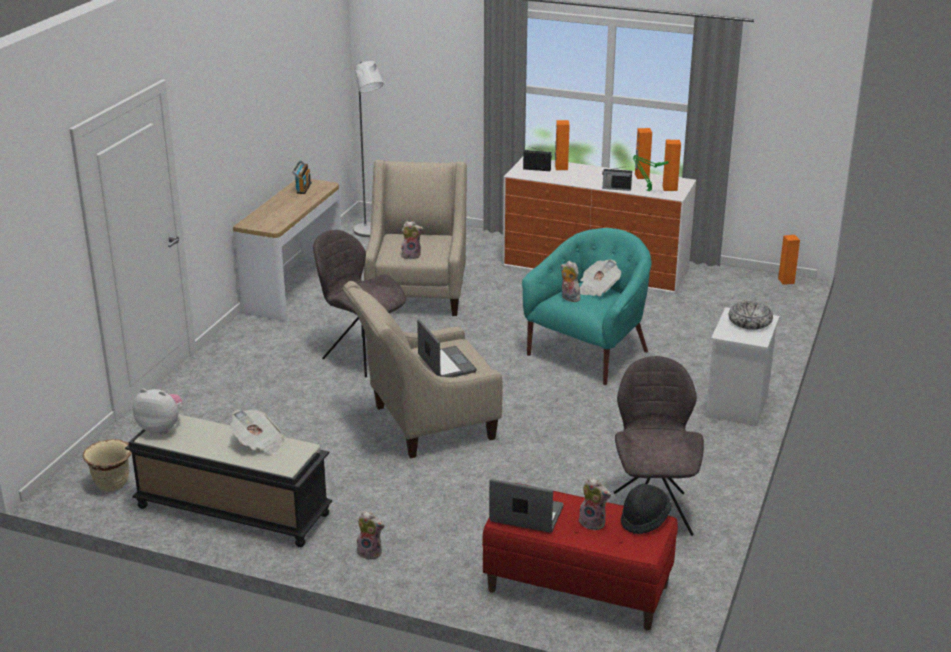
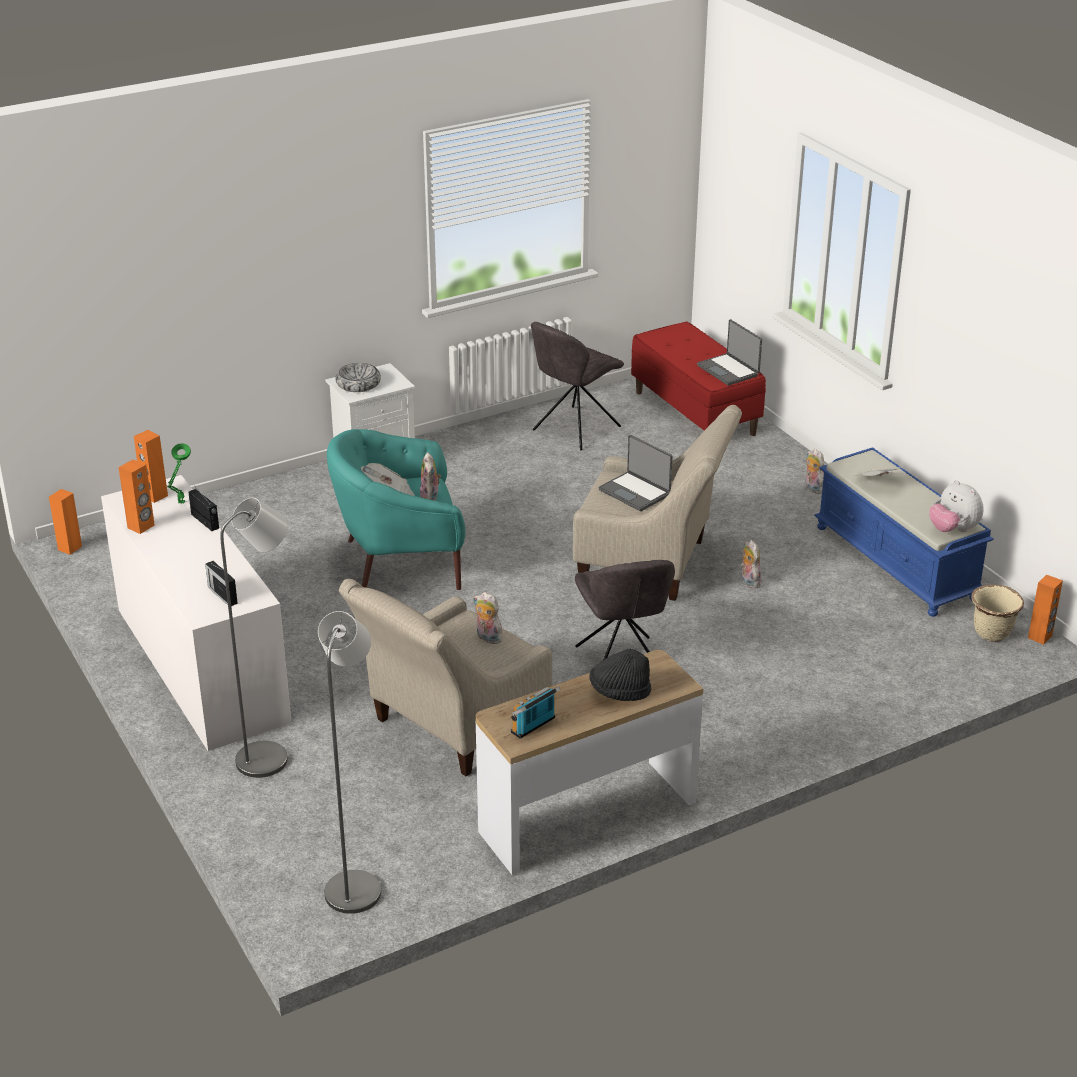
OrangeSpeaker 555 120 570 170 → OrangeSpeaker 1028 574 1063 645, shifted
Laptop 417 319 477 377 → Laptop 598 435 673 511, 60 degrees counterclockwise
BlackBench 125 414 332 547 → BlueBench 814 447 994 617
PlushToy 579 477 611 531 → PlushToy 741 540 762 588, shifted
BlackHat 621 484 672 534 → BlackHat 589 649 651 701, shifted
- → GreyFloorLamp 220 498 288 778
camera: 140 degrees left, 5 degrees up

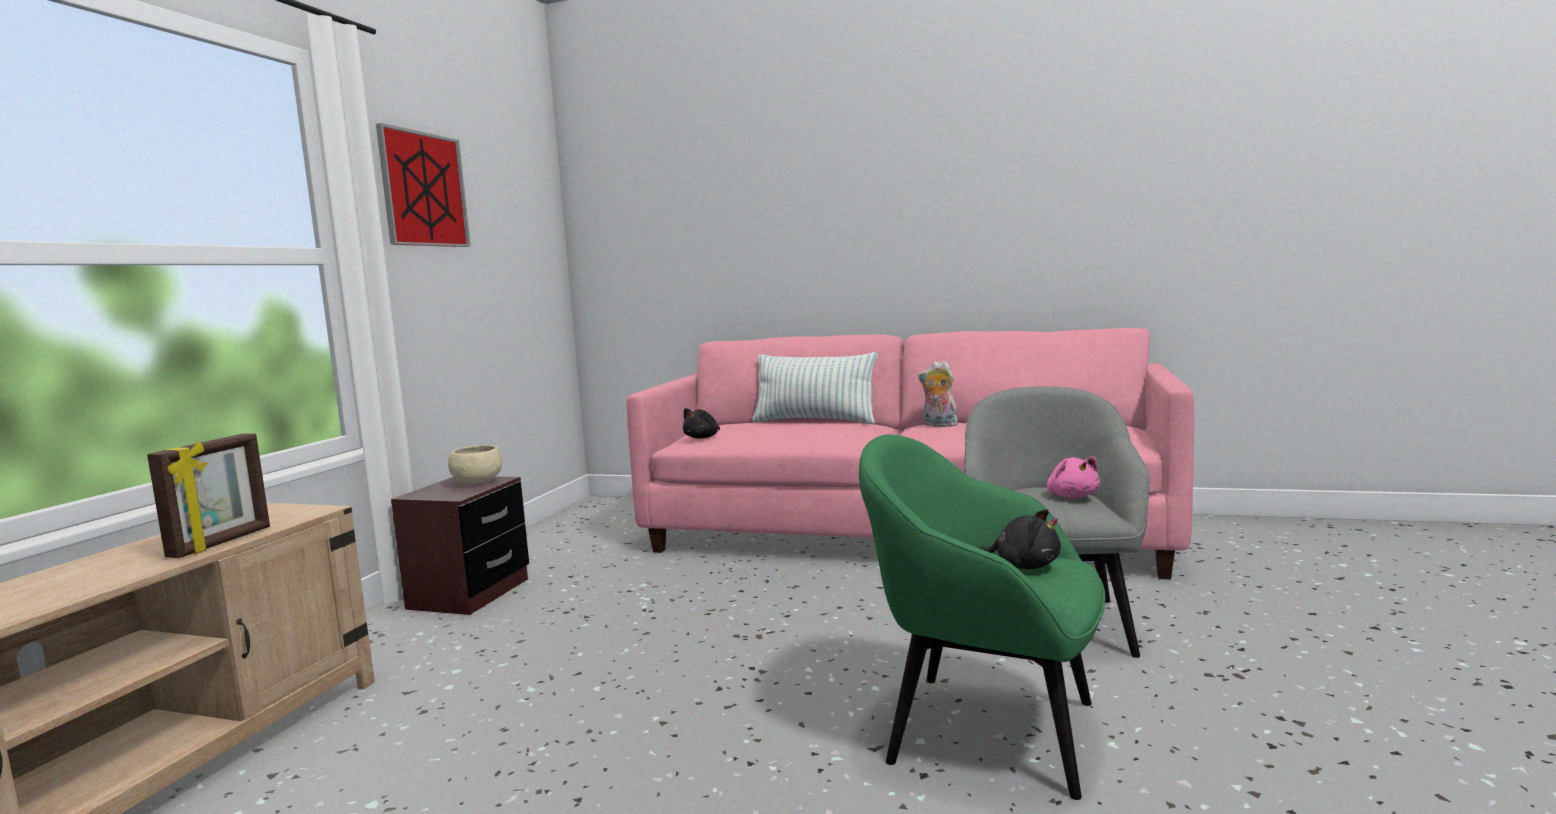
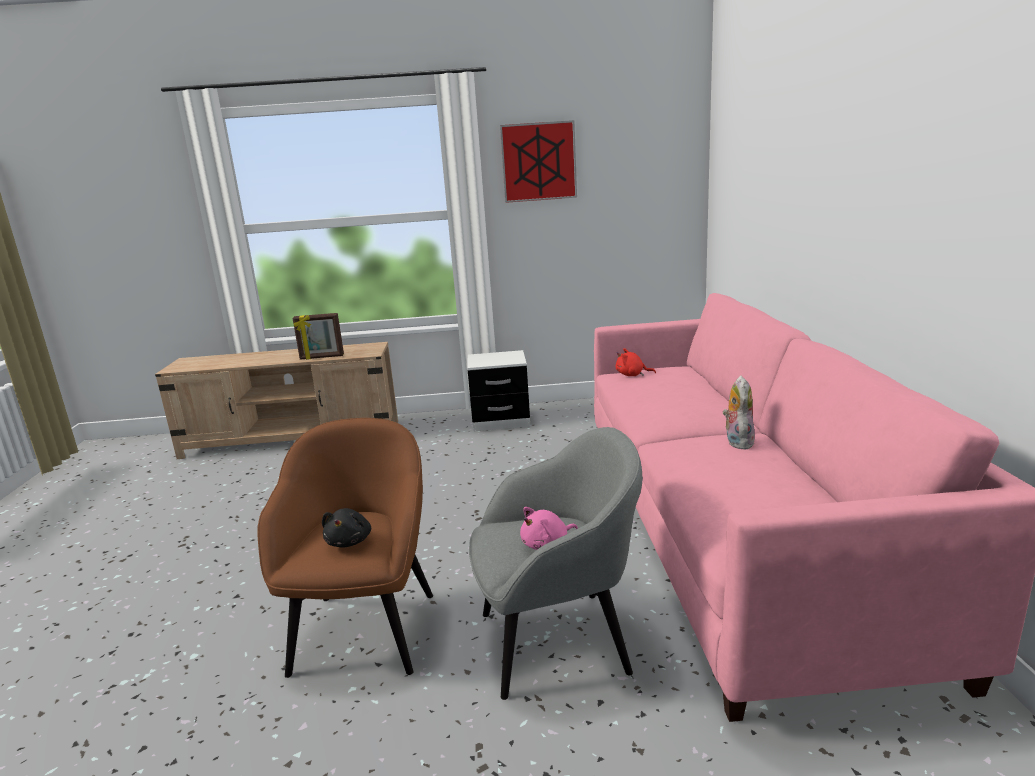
Pillow 752 352 878 424 → -
BlackPlushToy 683 408 720 439 → RedPlushToy 616 348 656 376
GreenArmchair 859 434 1105 800 → BrownArmchair 257 418 433 678
BeigeBowl 448 445 502 485 → -
BrownNightstand 391 476 529 615 → WhiteNightstand 467 350 530 432
camera: 70 degrees right, 10 degrees up

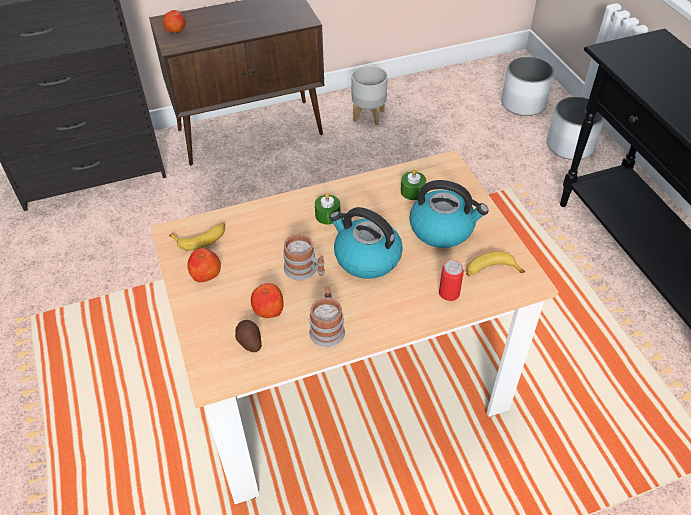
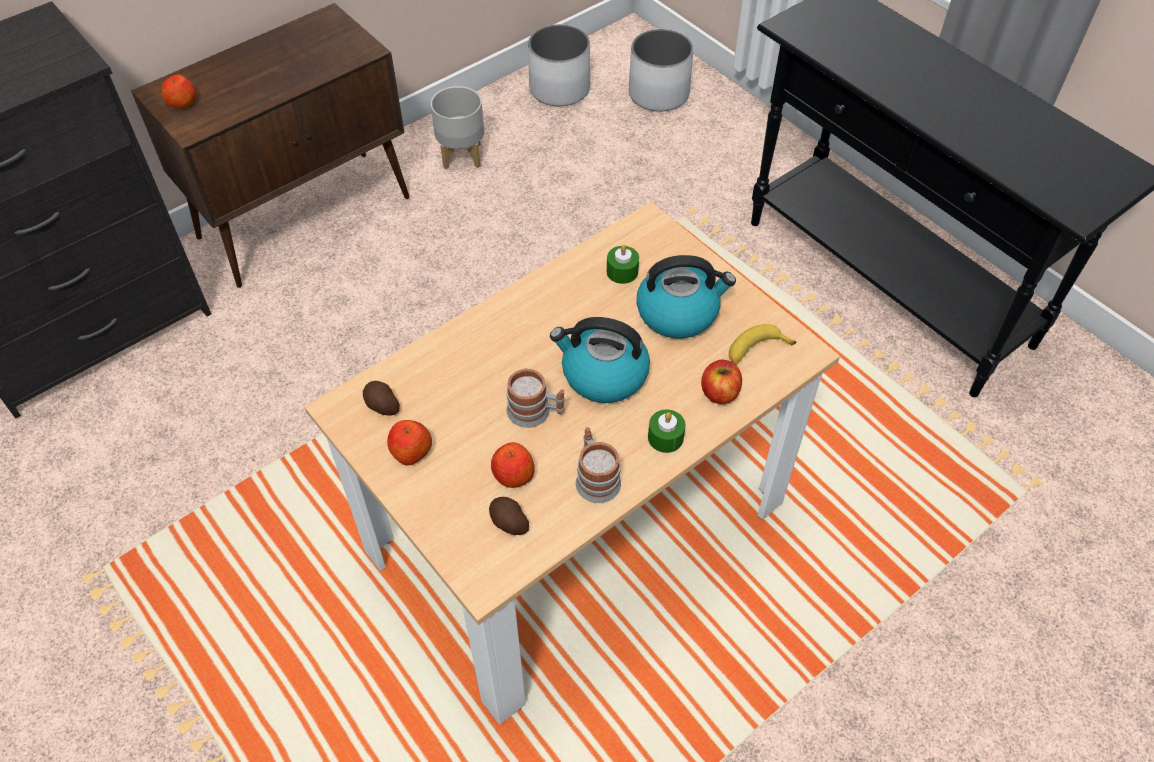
WhitePlanter 547 96 605 160 → WhitePlanter 528 24 590 106, shifted
GreenCandle 315 193 340 225 → GreenCandle 648 409 686 453, shifted
Banana 169 223 225 251 → Potato 363 381 400 415
Can 439 260 464 301 → Apple 701 359 742 404
camera: 20 degrees left, 5 degrees up

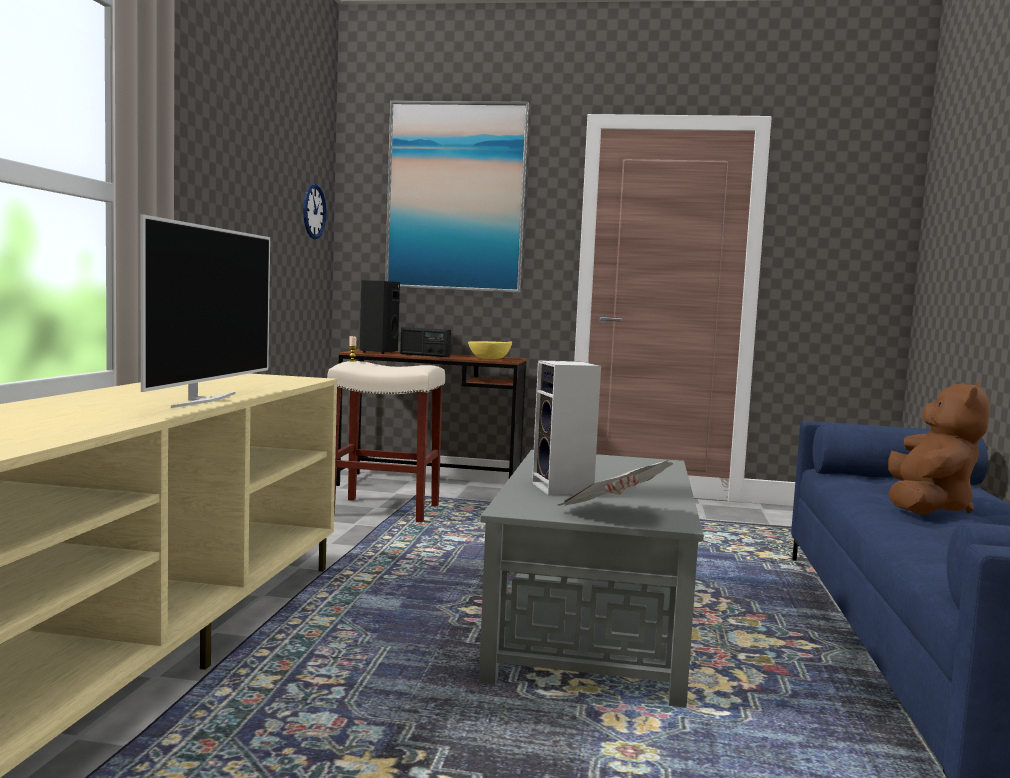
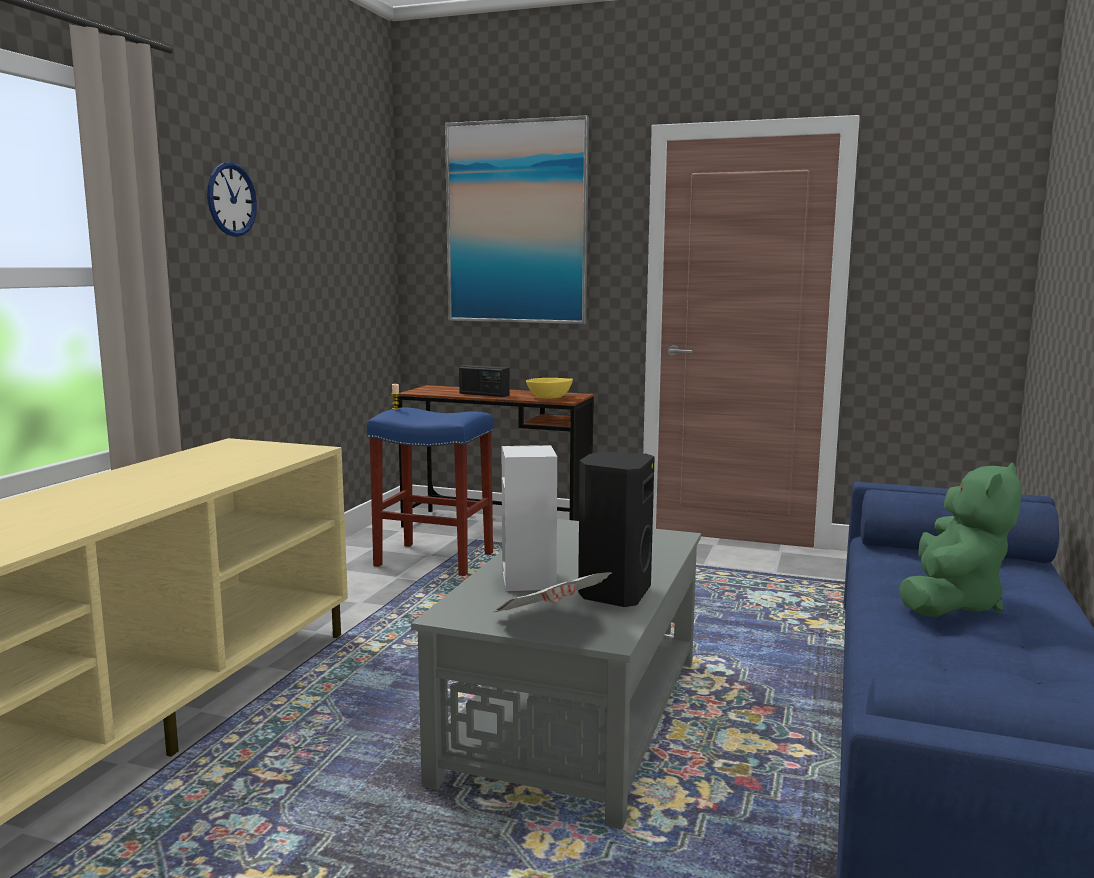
WallClock 303 184 326 239 → WallClock 207 162 257 237, shifted
Television 140 214 270 408 → -
BlackSpeaker 360 280 400 354 → BlackSpeaker 578 452 655 607, shifted
BeigeStool 327 361 445 522 → BlueStool 367 408 494 576
BrownPlushToy 888 382 990 515 → GreenPlushToy 899 463 1022 617
camera: 10 degrees right, 5 degrees up

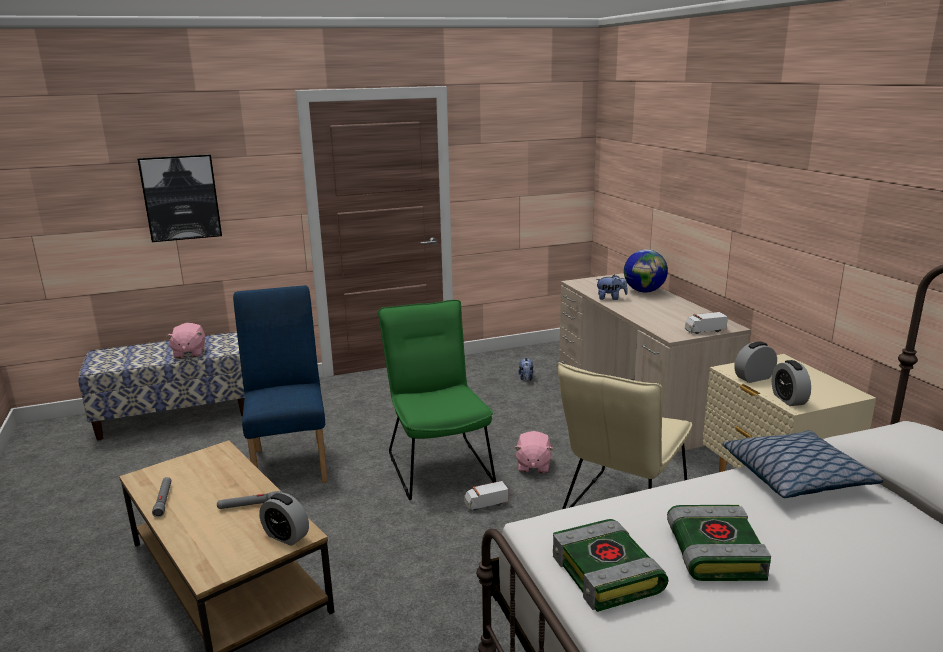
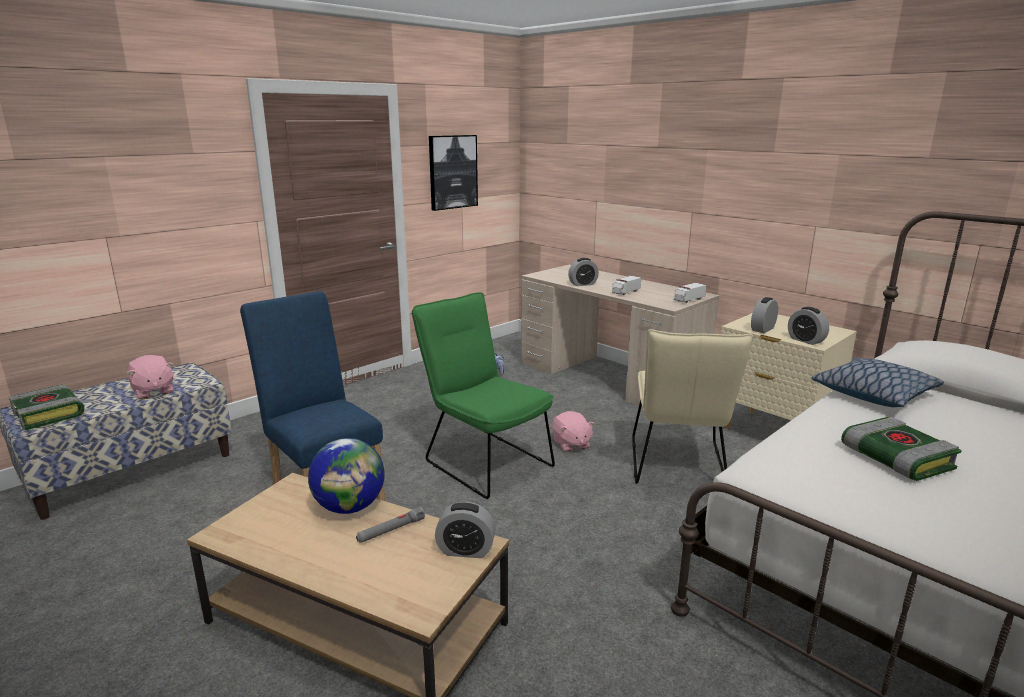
Picture 138 154 222 242 → Picture 429 135 478 211, shifted
Globe 624 249 668 292 → Globe 308 438 385 514, shifted
PlushToy 596 275 628 300 → AlarmClock 568 258 599 286
GreyFlashlight 152 477 172 517 → -
ToyTruck 464 481 508 511 → ToyTruck 612 276 641 295, shifted
Book 553 519 668 612 → Book 9 385 85 430, shifted
camera: 25 degrees left, 0 degrees up

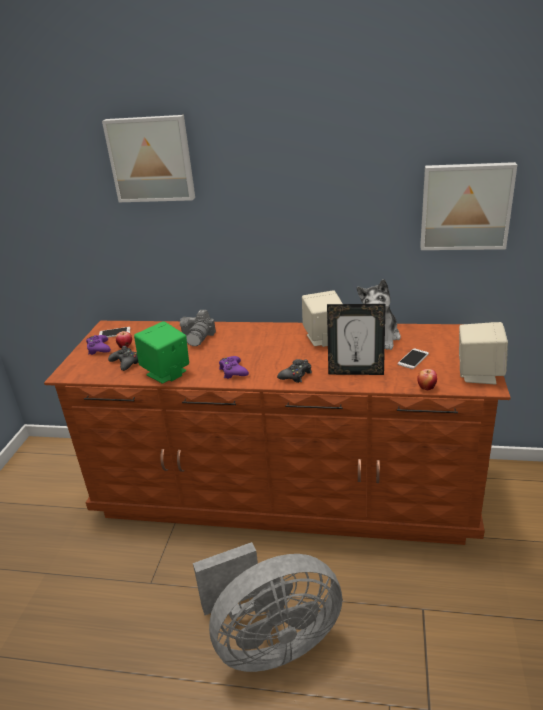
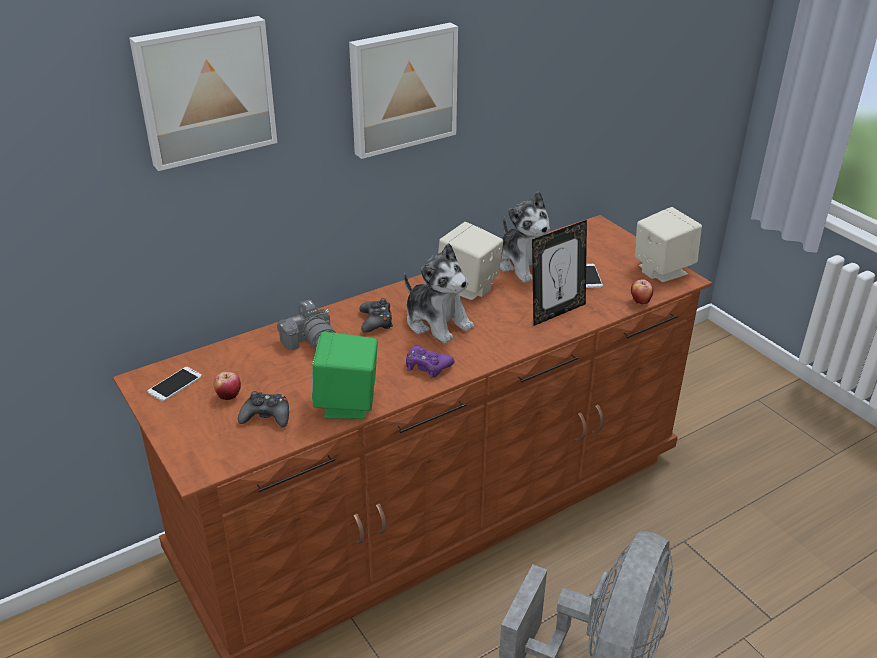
Picture 420 162 517 250 → Picture 349 23 458 159, shifted
PurpleGameController 86 335 111 355 → -
BlackGameController 277 359 312 383 → BlackGameController 359 298 393 333, shifted
- → PlushToy 404 243 474 344
camera: 45 degrees left, 5 degrees up

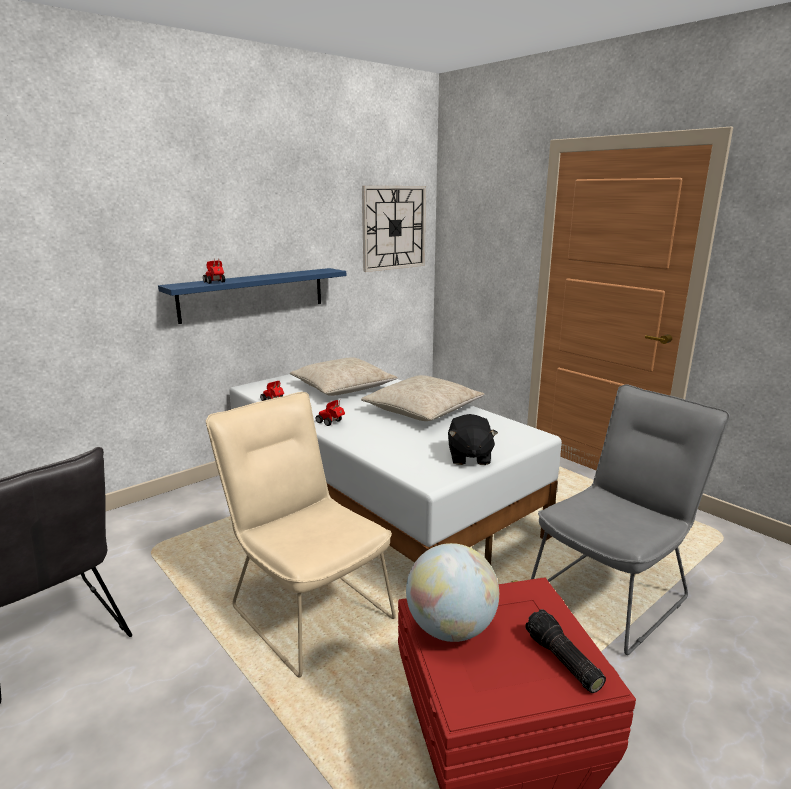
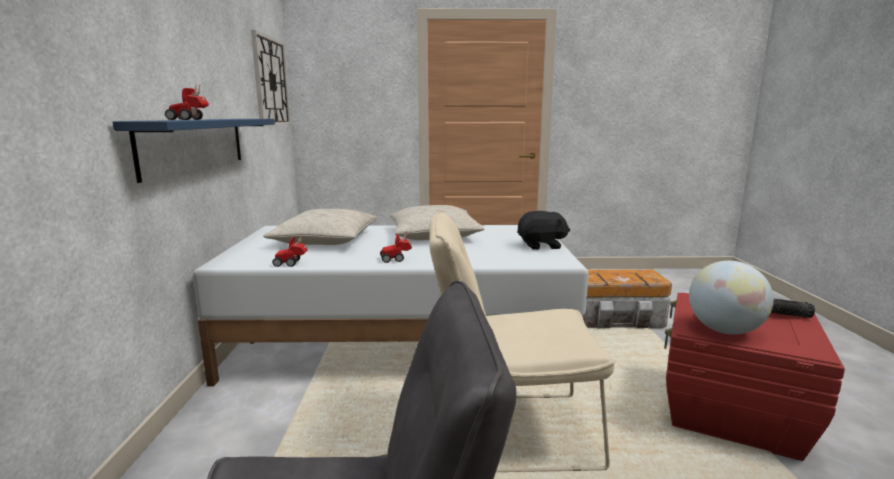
GreyChair 531 384 730 655 → StorageBox 583 269 672 328
BlackPlushToy 448 414 498 465 → BlackPlushToy 517 211 570 250, 45 degrees counterclockwise
camera: 50 degrees left, 5 degrees down

